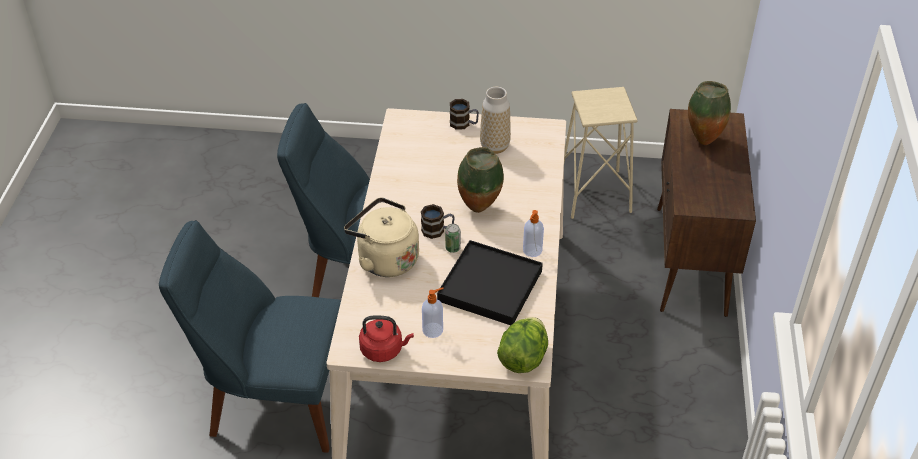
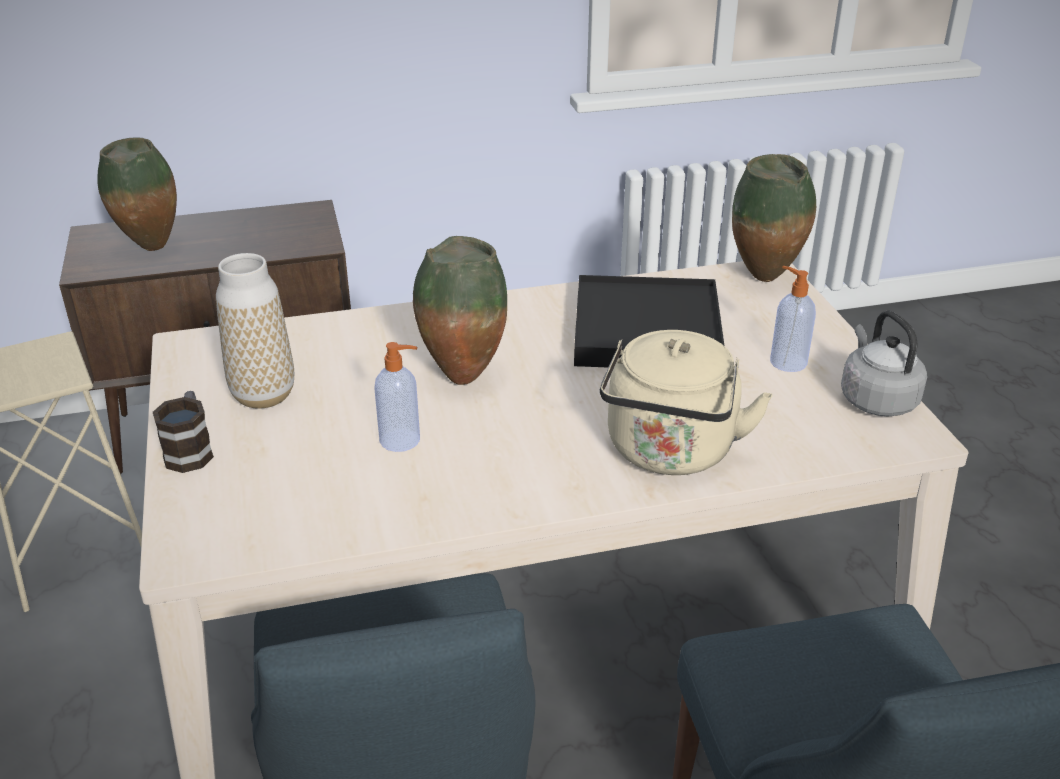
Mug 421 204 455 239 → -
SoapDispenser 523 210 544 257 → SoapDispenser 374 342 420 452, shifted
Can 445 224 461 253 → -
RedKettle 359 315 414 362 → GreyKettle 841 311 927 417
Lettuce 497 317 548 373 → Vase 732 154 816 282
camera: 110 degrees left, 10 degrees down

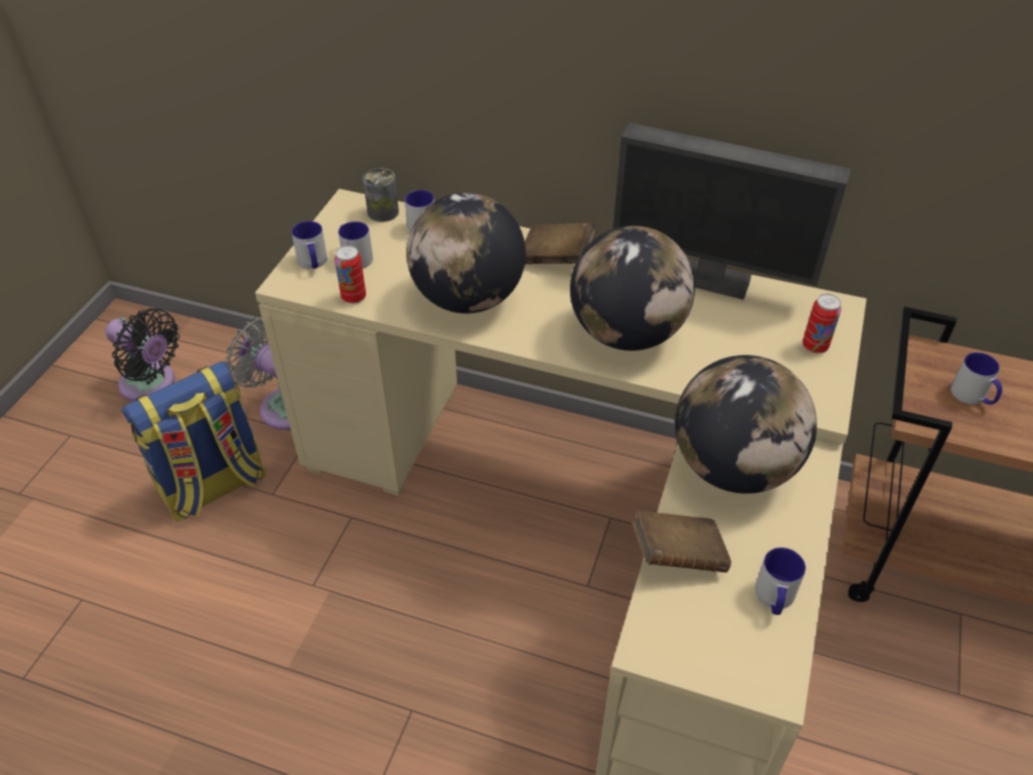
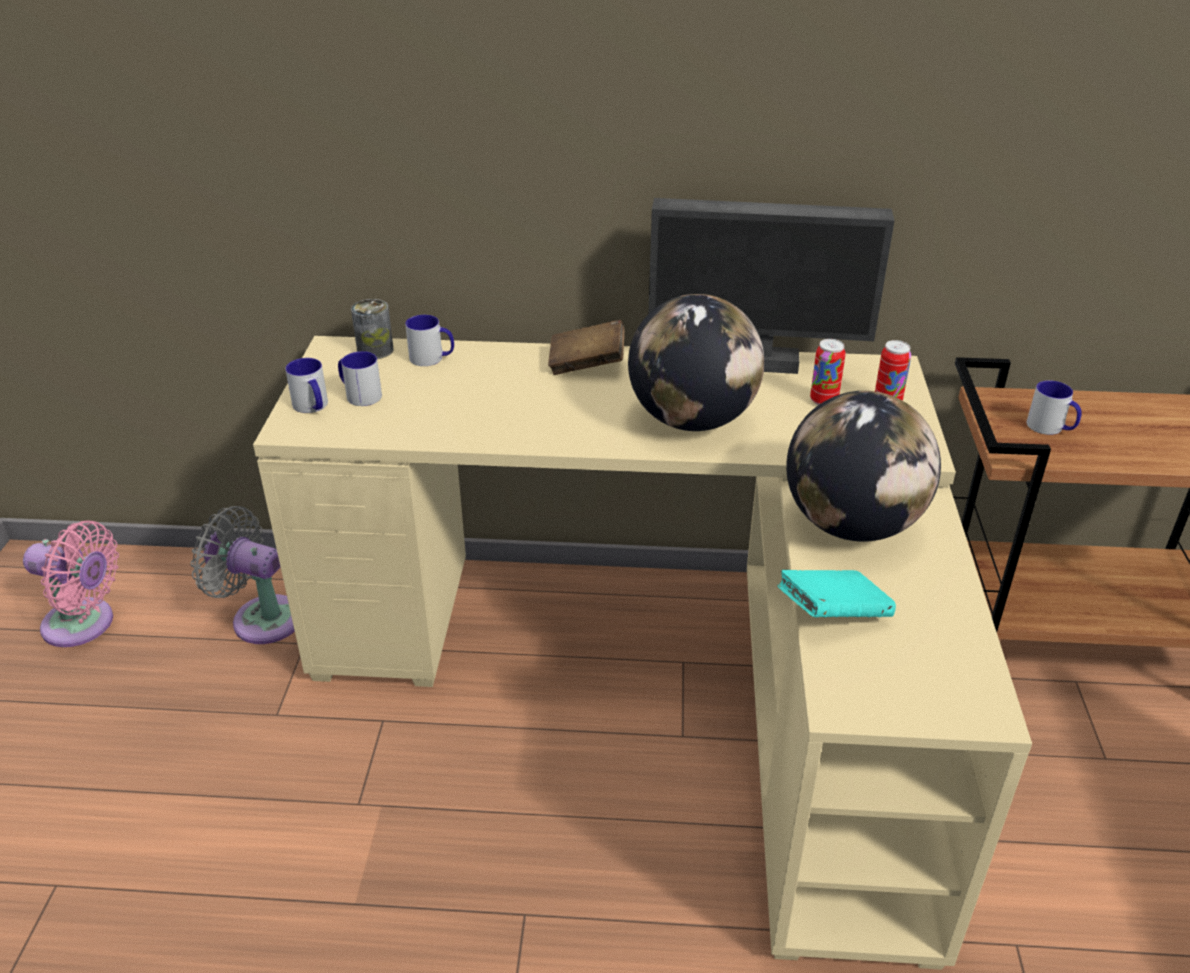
Globe 406 193 526 314 → -
Can 335 245 366 304 → Can 810 339 846 405, shifted
BlackFan 105 308 180 402 → PinkFan 23 520 119 647
Backpack 121 361 266 522 → -
BrownBook 633 510 731 573 → TurquoiseBook 777 570 896 617
Mug 755 547 806 615 → -
camera: 15 degrees left, 10 degrees down

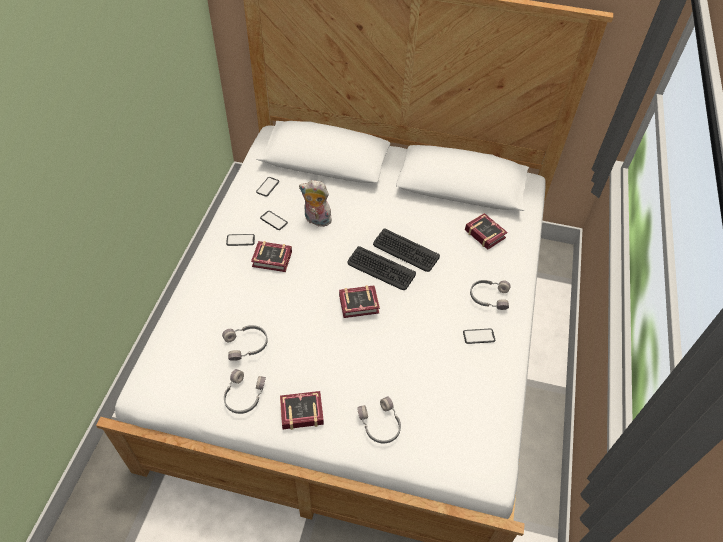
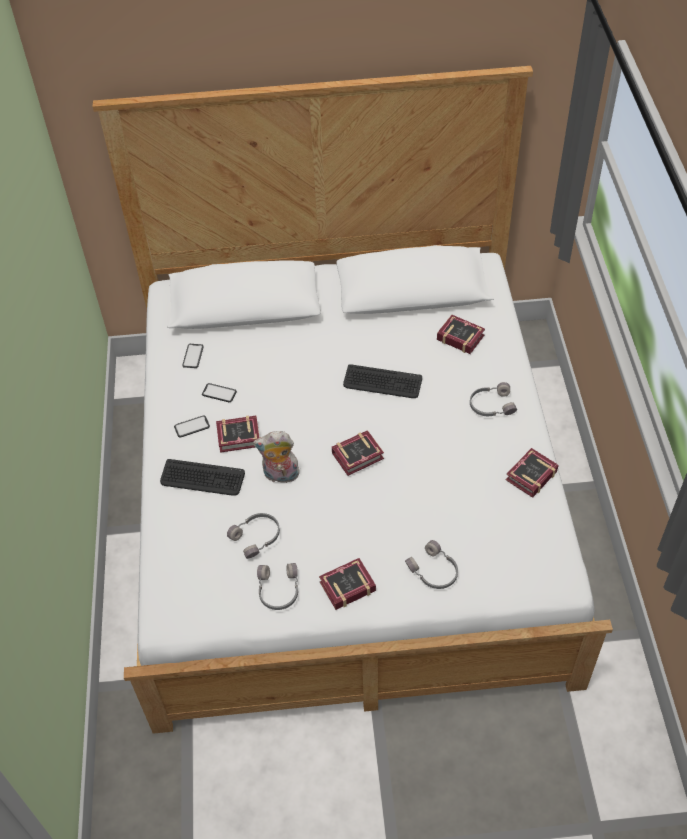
PlushToy 299 180 335 227 → PlushToy 253 431 300 483, shifted
Keyboard 347 246 416 290 → Keyboard 160 459 245 496, shifted
Phone 463 329 495 344 → -
- → Book 506 448 559 498
camera: 15 degrees left, 0 degrees up

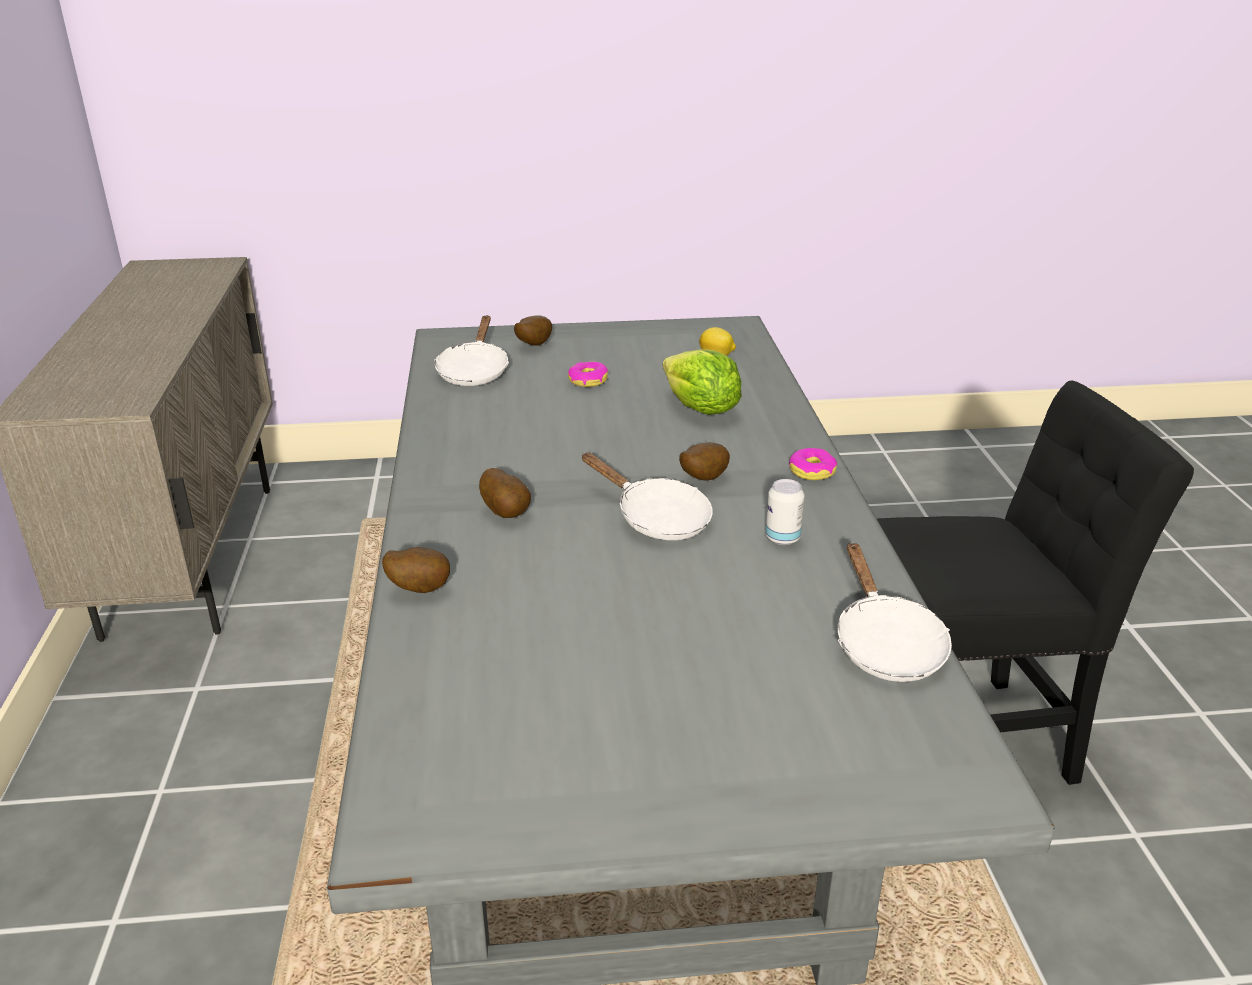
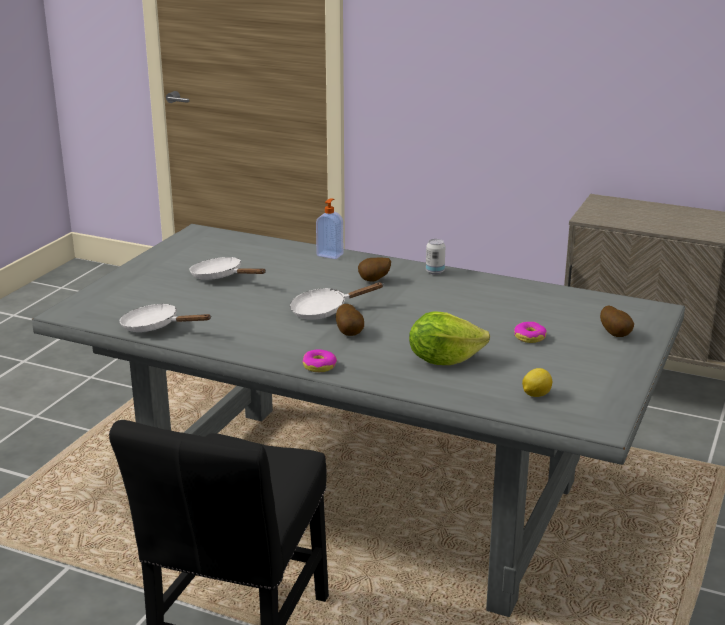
WhiteFryingPan 434 315 509 386 → WhiteFryingPan 189 257 265 280, shifted
Can 766 479 805 545 → Can 426 239 445 275, shifted
Potato 382 547 450 593 → SoapDispenser 316 198 343 259
camera: 120 degrees right, 5 degrees down

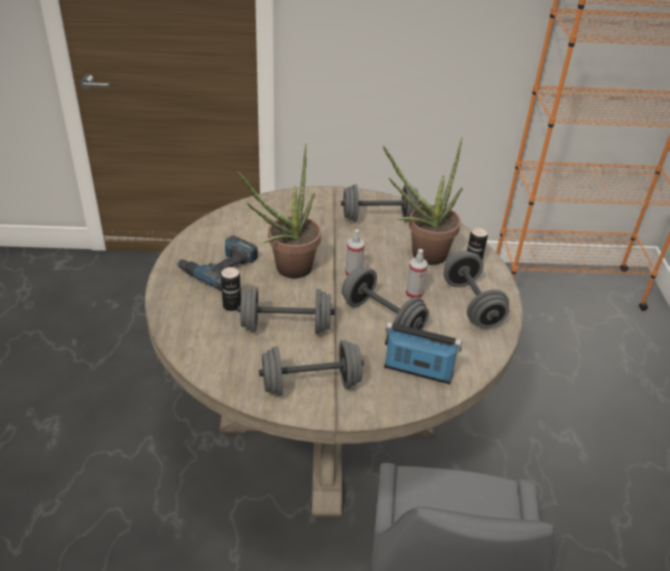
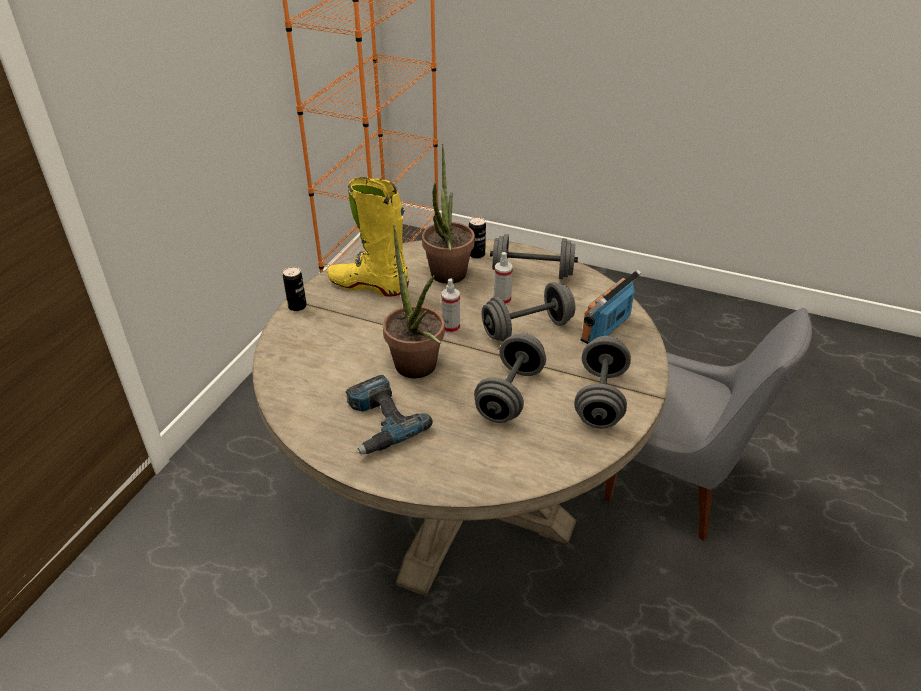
GreyDumbbell 341 185 420 222 → YellowBoot 327 177 409 297
Can 221 267 241 311 → Can 283 267 307 311, shifted
camera: 65 degrees left, 0 degrees up

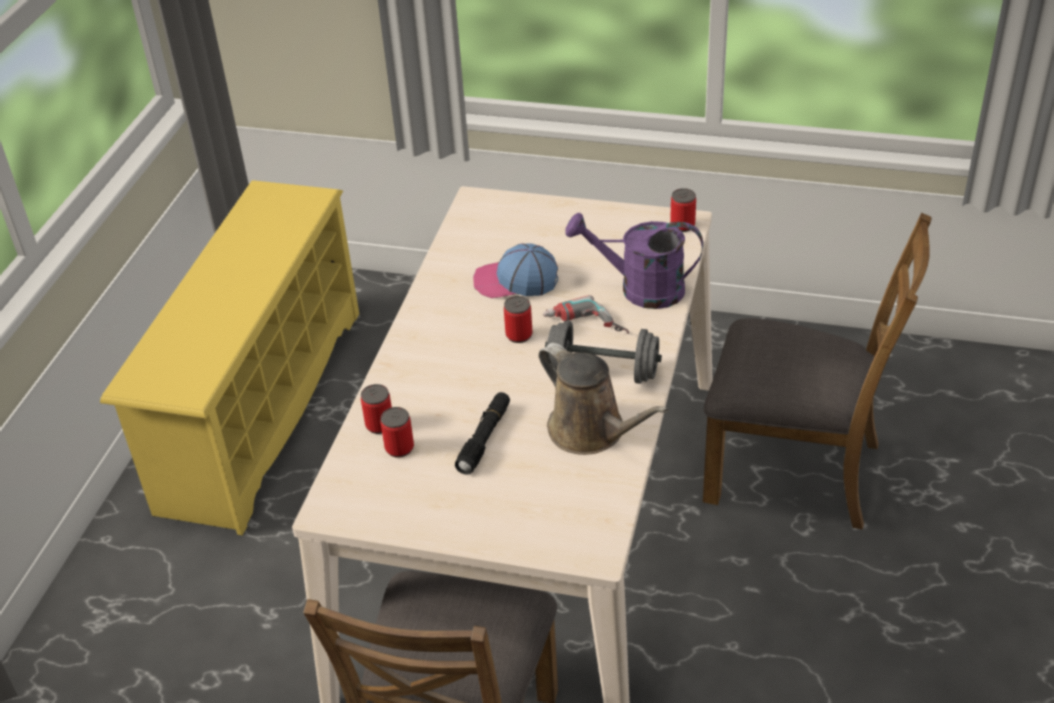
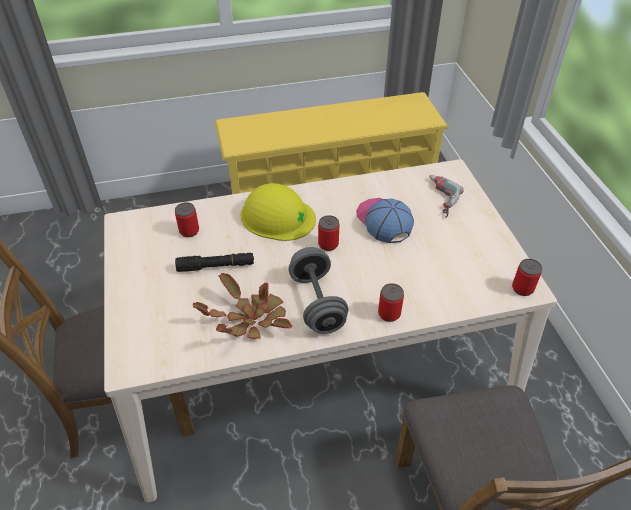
PurpleWateringCan 566 213 703 309 → -
PowerDrill 543 295 629 334 → PowerDrill 429 175 464 218, shifted
BrownWateringCan 539 343 669 455 → PottedPlant 193 273 292 339
Can 361 384 392 434 → Can 378 283 404 322, shifted
- → YellowHardHat 240 183 316 241
camera: 60 degrees right, 5 degrees up

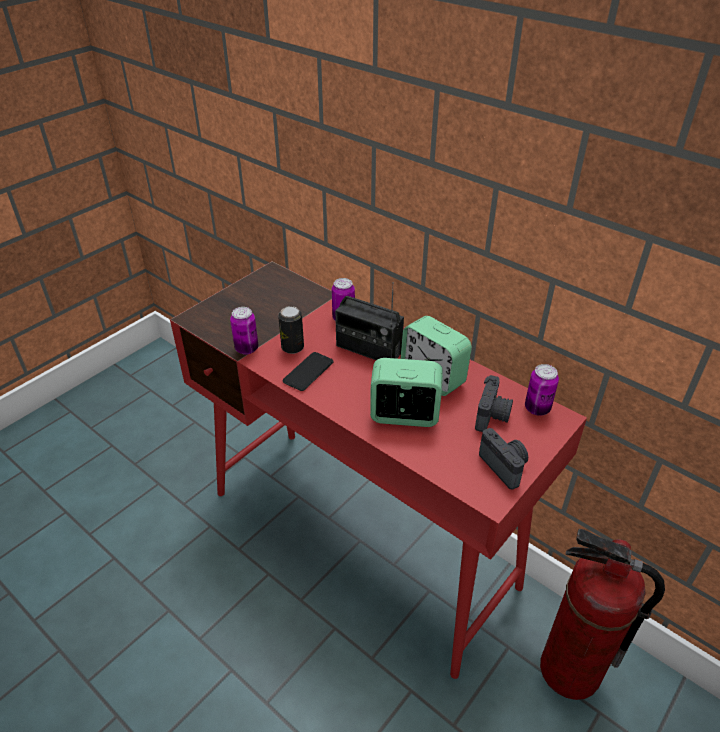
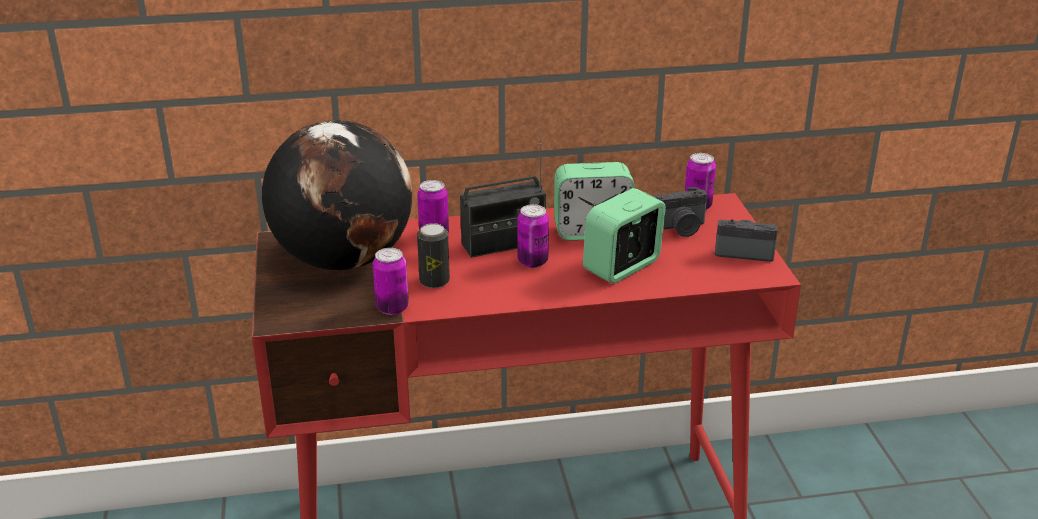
Phone 283 352 334 391 → -
PhotoCamera 475 375 513 432 → PhotoCamera 653 187 707 237, 105 degrees clockwise
FireExtinguisher 540 529 665 700 → -
- → Globe 262 120 412 270
- → Can 517 204 549 268
camera: 50 degrees left, 10 degrees down

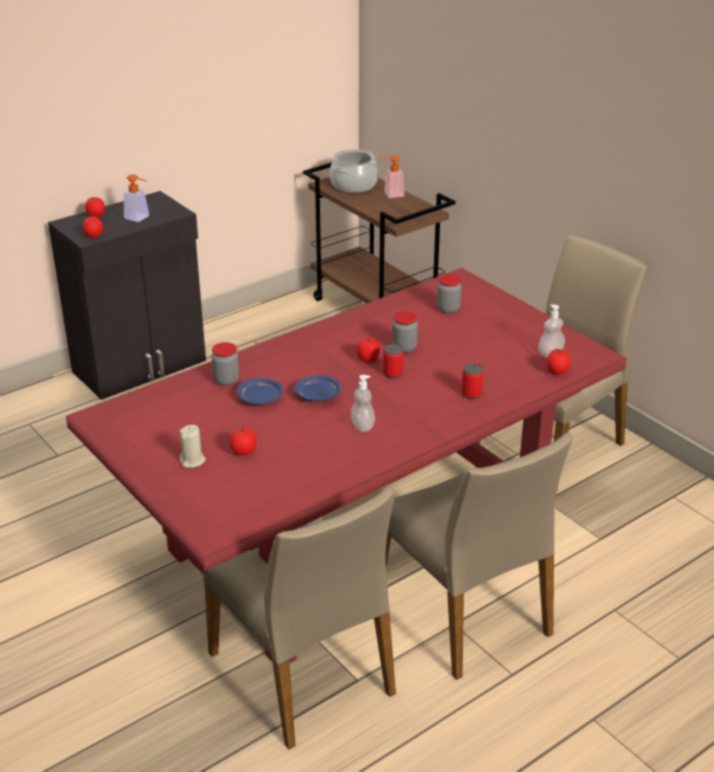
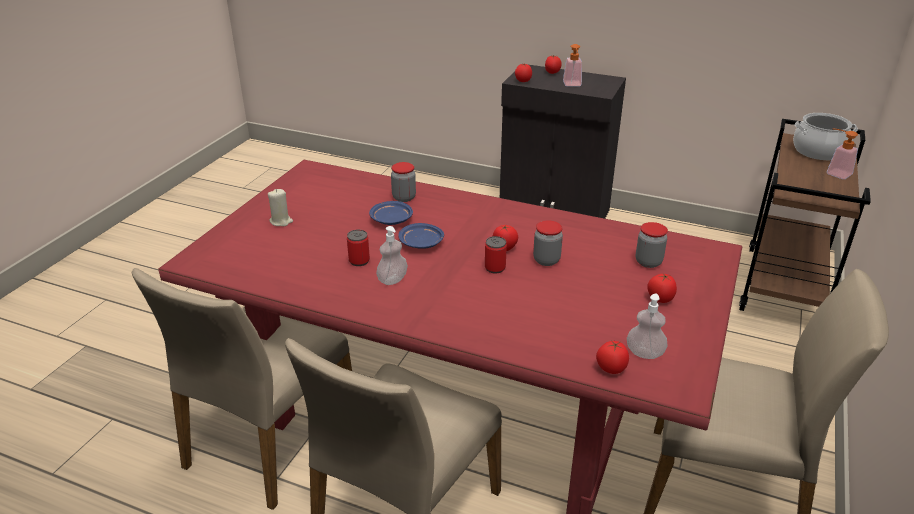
Can 461 363 483 399 → Can 347 230 370 266, shifted
Tomato 230 427 257 455 → Tomato 647 273 677 303, shifted
camera: 60 degrees right, 0 degrees up

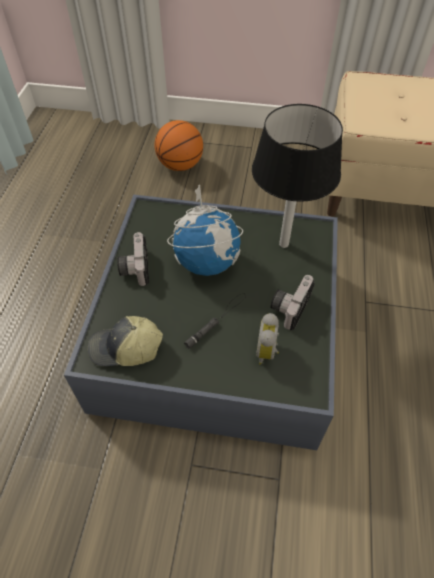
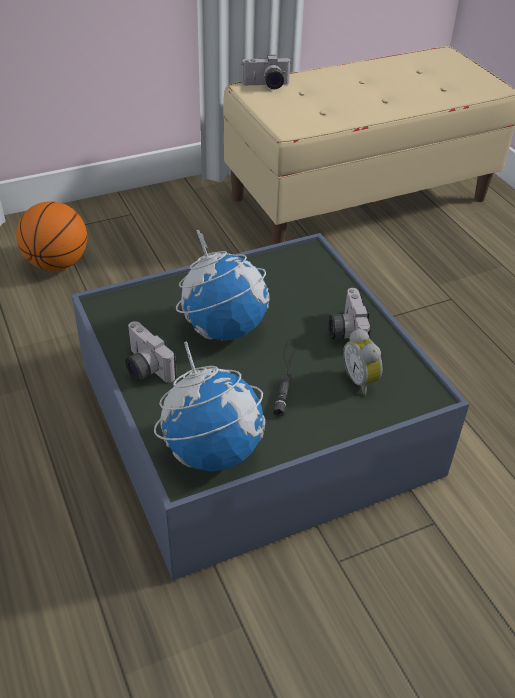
BlackTableLamp 252 104 343 248 → -
Cap 88 316 163 366 → Globe 154 342 265 471
- → PhotoCamera 242 55 291 89
camera: 35 degrees left, 10 degrees down

